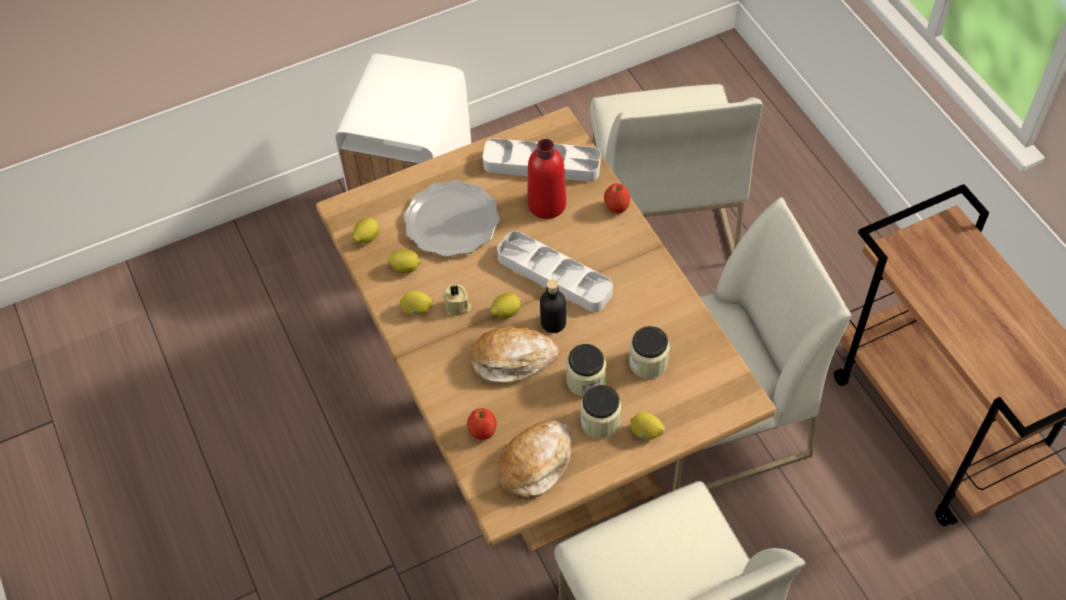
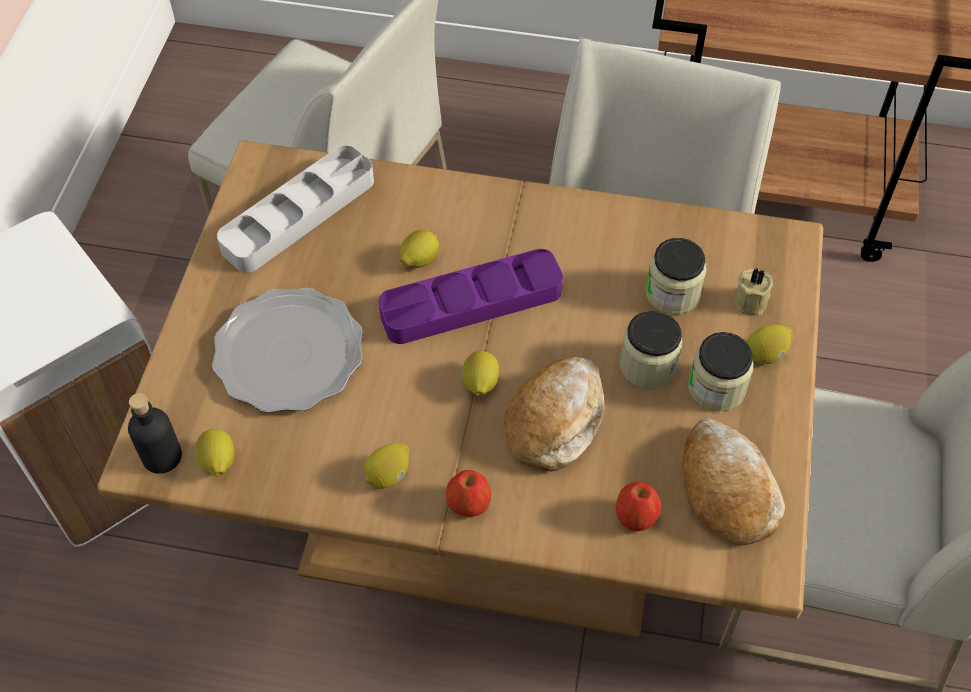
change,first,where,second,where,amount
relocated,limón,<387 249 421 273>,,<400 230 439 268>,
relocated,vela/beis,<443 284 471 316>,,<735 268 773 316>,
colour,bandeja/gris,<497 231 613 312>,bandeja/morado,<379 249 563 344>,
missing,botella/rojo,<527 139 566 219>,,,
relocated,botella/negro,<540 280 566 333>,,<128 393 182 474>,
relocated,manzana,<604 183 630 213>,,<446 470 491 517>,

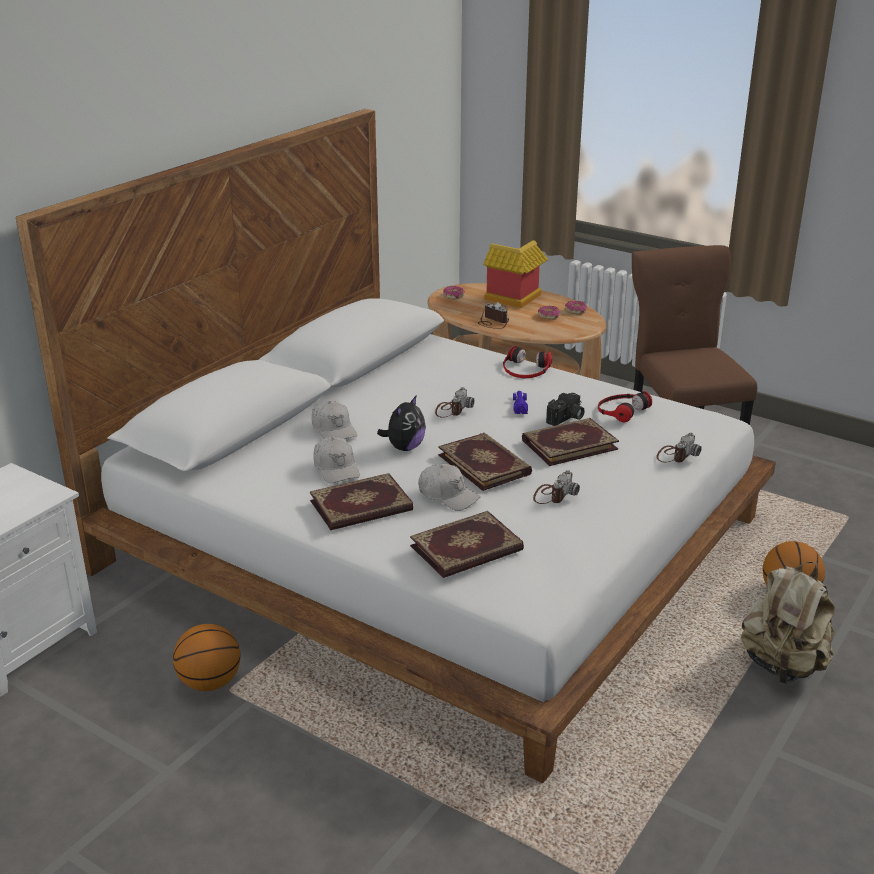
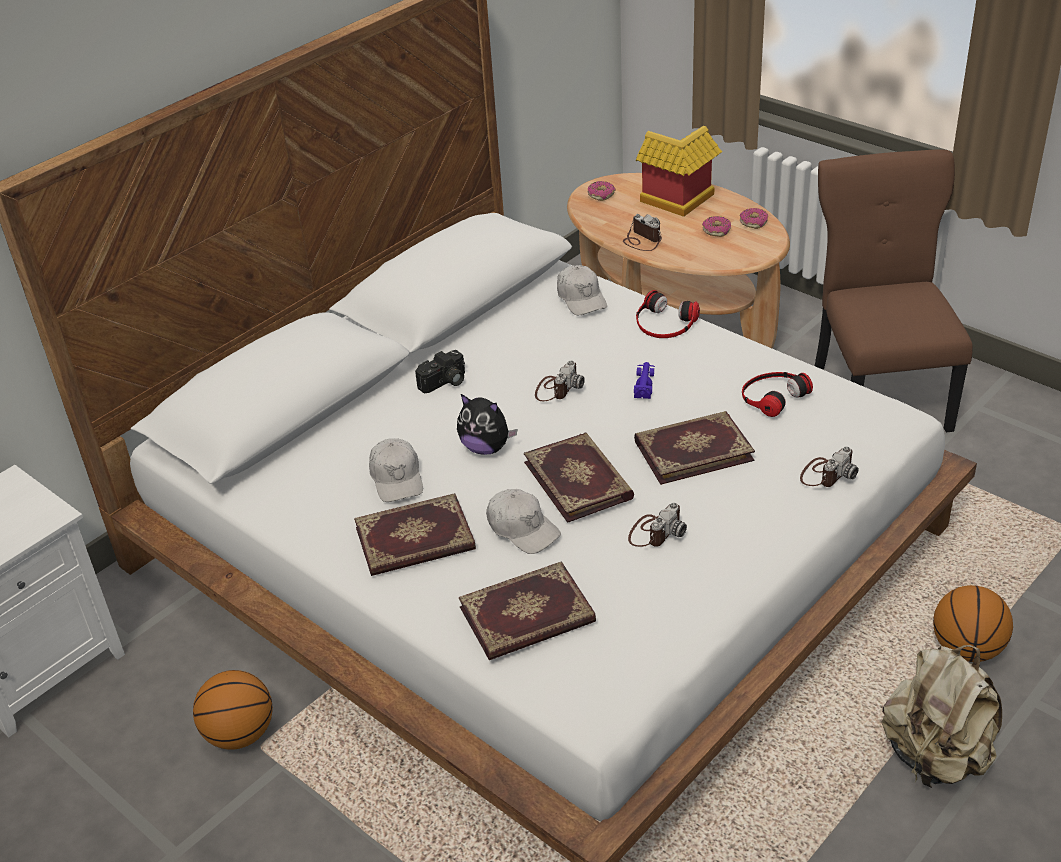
change,first,where,second,where,amount
relocated,gorra/blanco,<312 401 357 439>,,<557 265 607 315>,
spun,peluche,<377 395 426 451>,,<457 394 517 455>,75 degrees clockwise
relocated,cámara,<546 392 585 426>,,<415 350 465 394>,

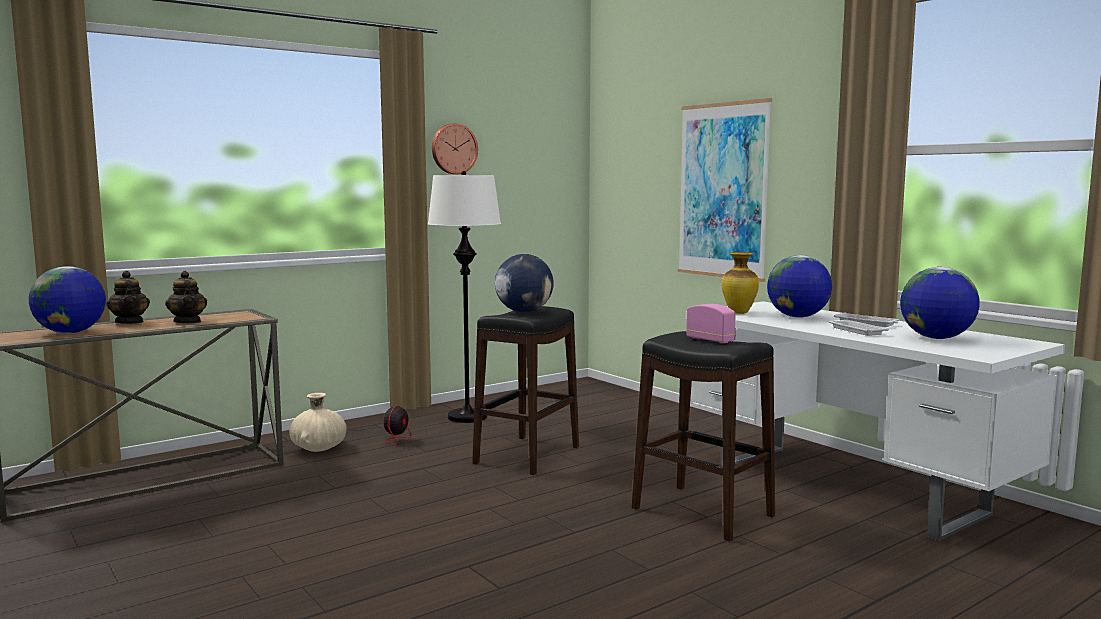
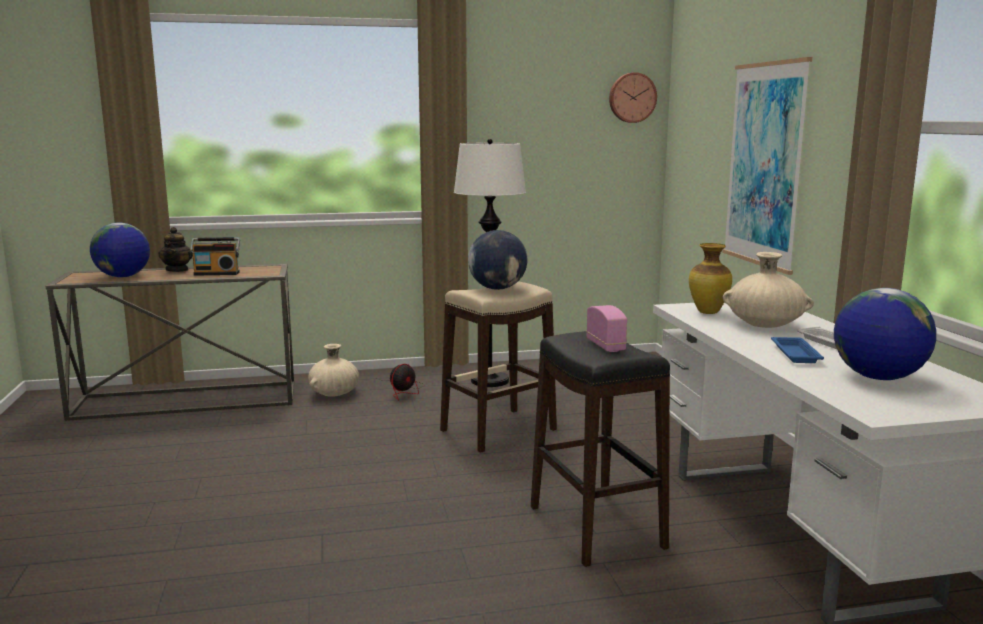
change,first,where,second,where,amount
exchanged,tetera,<165 271 207 323>,radio,<190 237 240 276>,
relocated,reloj de pared,<432 123 478 174>,,<609 72 657 123>,
colour,taburete/negro,<472 306 579 475>,taburete/beis,<440 282 557 453>,
exchanged,globo terráqueo,<767 255 832 318>,florero/beis,<723 252 814 328>,
colour,bandeja/blanco,<828 320 889 336>,bandeja/azul,<771 337 824 363>,

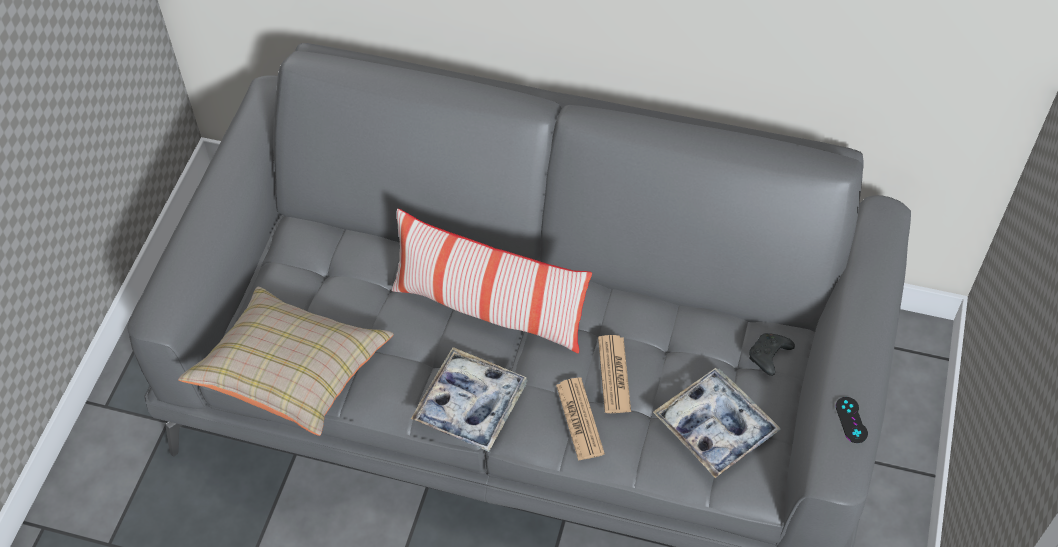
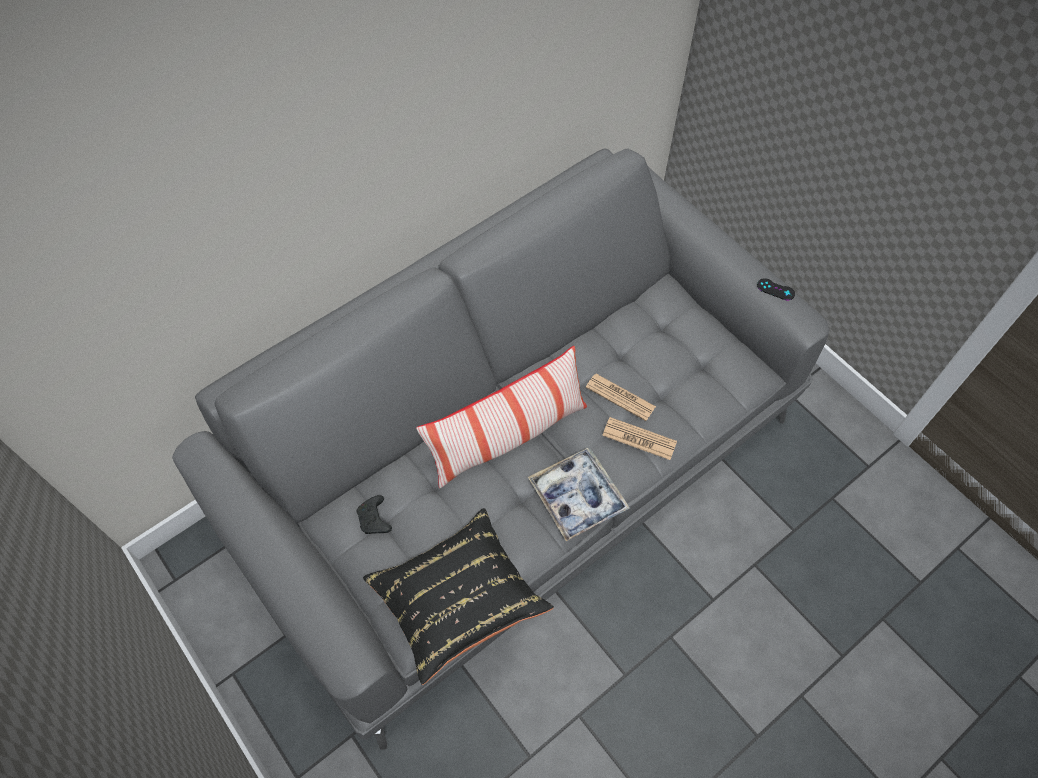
change,first,where,second,where,amount
colour,cojín/beis,<178 287 394 436>,cojín/negro,<363 508 554 685>,
missing,bandeja,<653 368 781 478>,,,
relocated,mando de consola/negro,<749 333 795 376>,,<357 495 392 534>,

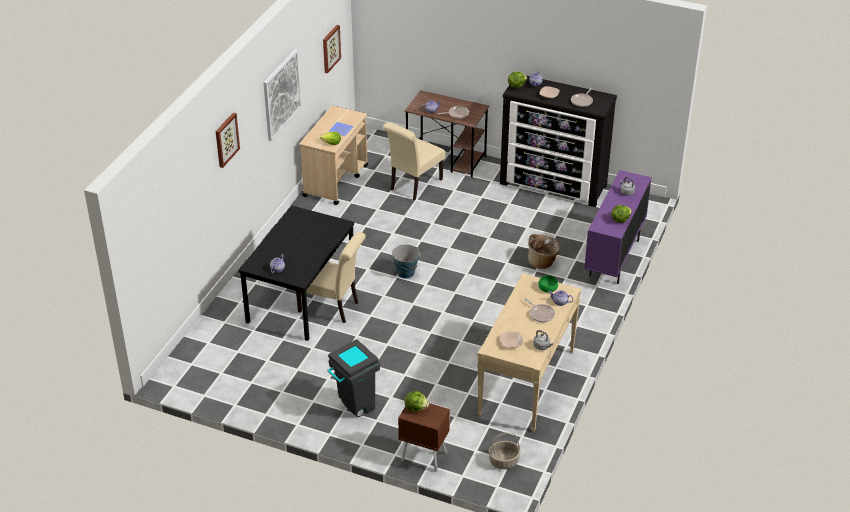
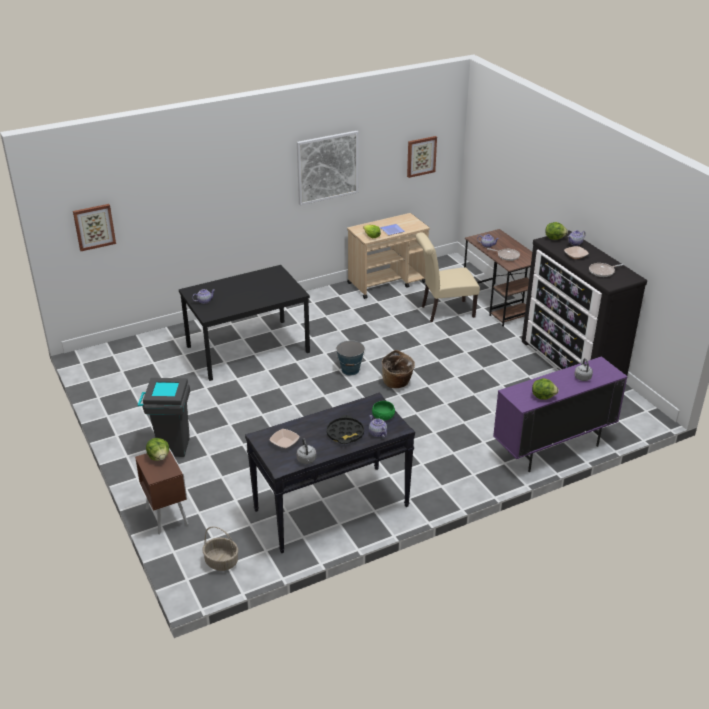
change,first,where,second,where,amount
relocated,cuadro,<216 113 240 168>,,<73 204 116 251>,
missing,silla/beis,<296 232 366 323>,,,
colour,mesa consola/beis,<477 273 581 432>,mesa consola/negro,<245 392 415 553>,
exchanged,sartén,<524 298 555 322>,bandeja/negro,<326 415 364 444>,
relocated,cesta,<528 234 560 269>,,<382 350 415 388>,

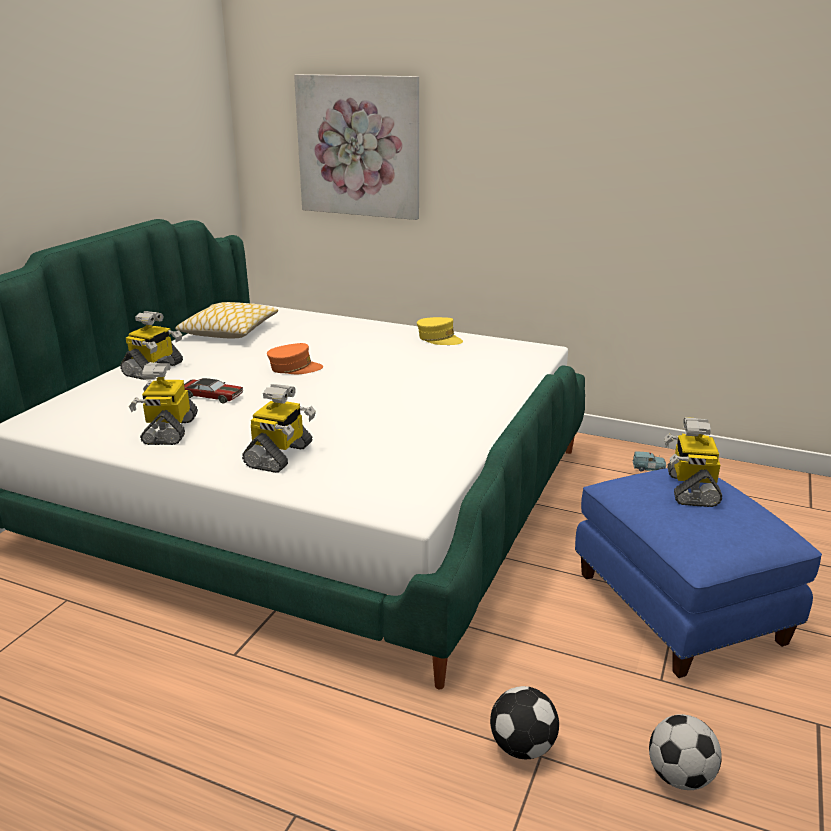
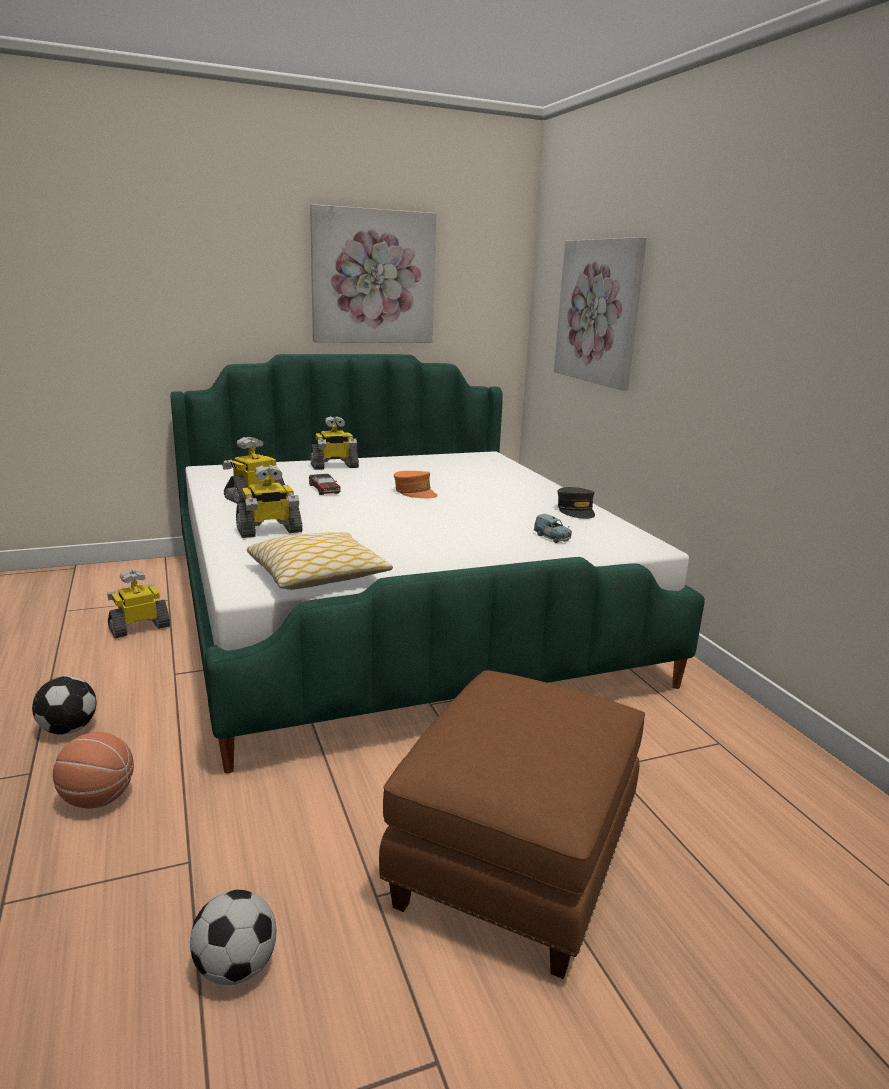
change,first,where,second,where,amount
relocated,cojín,<175 302 278 338>,,<247 532 393 590>,
colour,gorra/amarillo,<417 317 463 345>,gorra/gris,<558 487 595 519>,
relocated,balón de fútbol,<490 686 559 759>,,<32 676 96 735>,
colour,puf/azul,<575 468 822 678>,puf/marrón,<379 670 645 979>,
relocated,coche de juguete/azul,<633 452 666 472>,,<533 514 572 543>,
relocated,robot de juguete,<664 417 722 507>,,<107 569 170 638>,
appeared,,,balón de baloncesto,<53 732 134 809>,
appeared,,,cuadro,<310 204 437 343>,

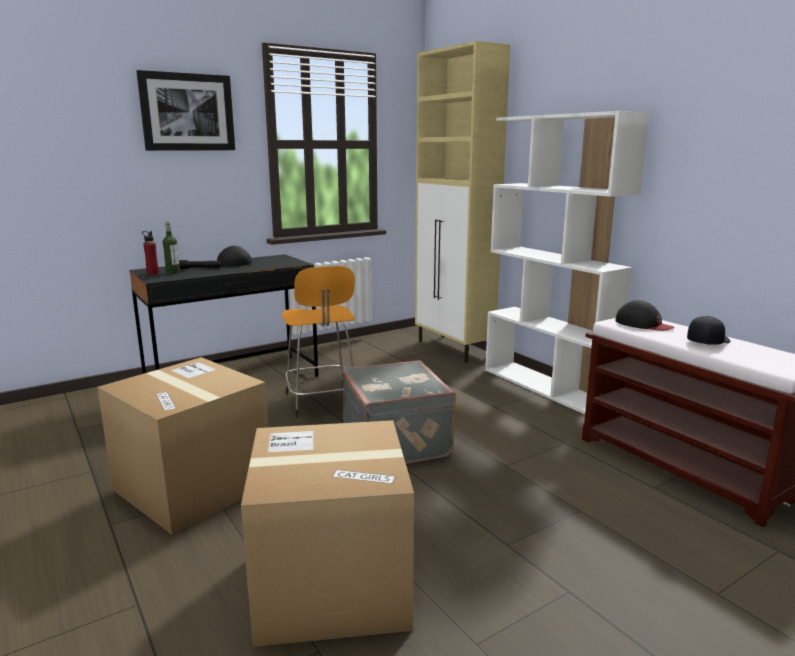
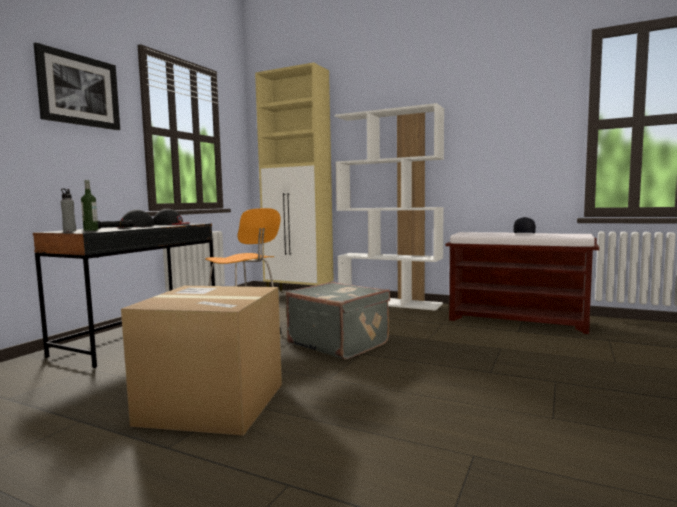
change,first,where,second,where,amount
colour,botella/rojo,<142 231 159 275>,botella/gris,<61 188 76 232>,
missing,caja de cartón,<241 420 414 647>,,,
relocated,gorra/negro,<615 300 675 331>,,<153 209 190 225>,

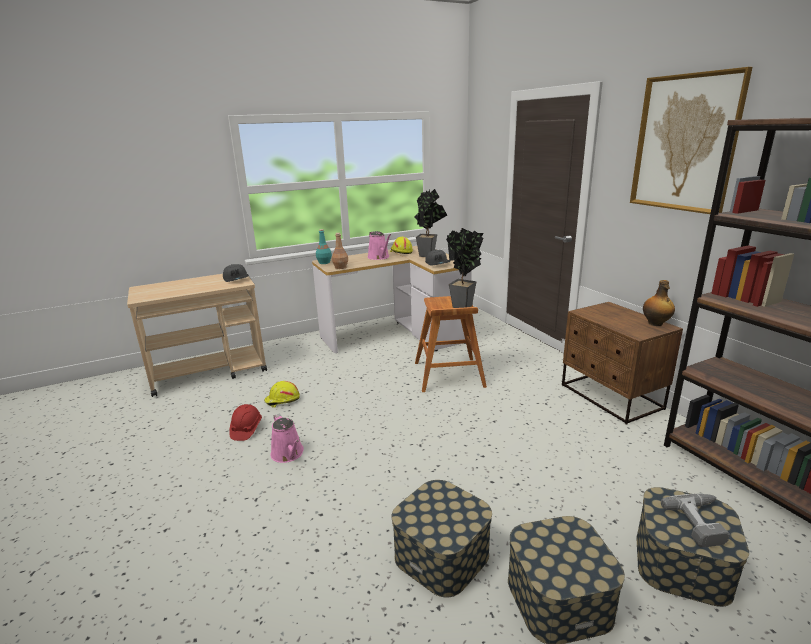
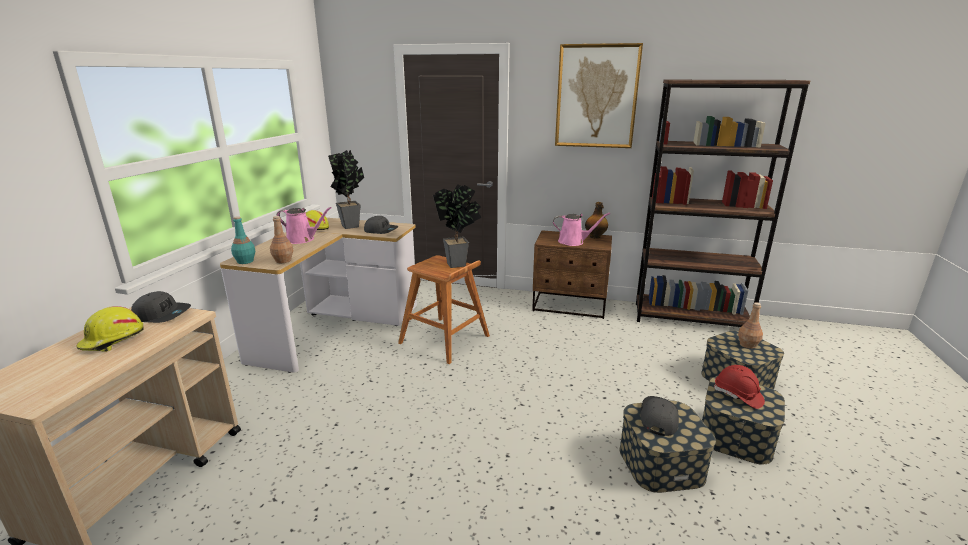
change,first,where,second,where,amount
relocated,casco/rojo,<229 404 262 441>,,<714 365 765 409>,
relocated,casco/amarillo,<264 381 300 408>,,<76 306 144 352>,
relocated,regadera/rosa,<271 414 304 463>,,<553 212 610 246>,
exchanged,taladro,<661 494 730 547>,botella/marrón,<738 302 763 349>,
appeared,,,gorra/gris,<640 396 679 436>,

